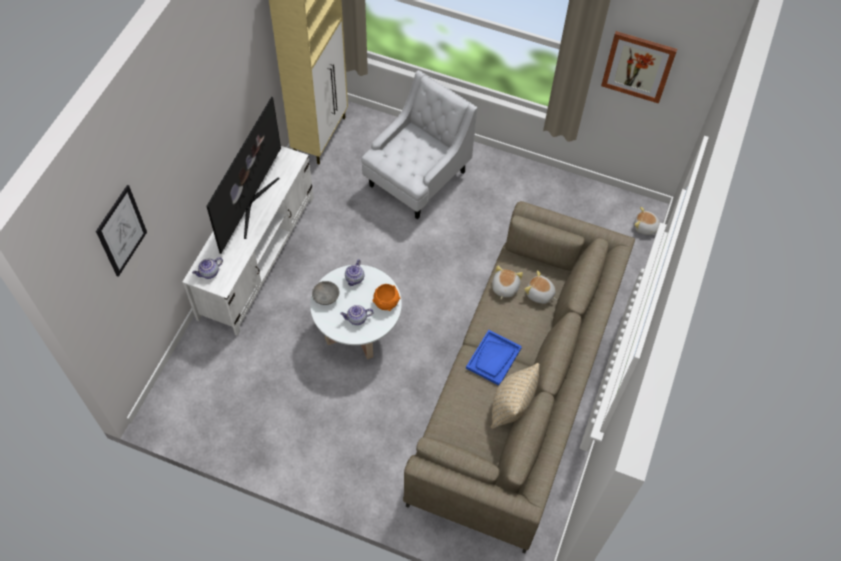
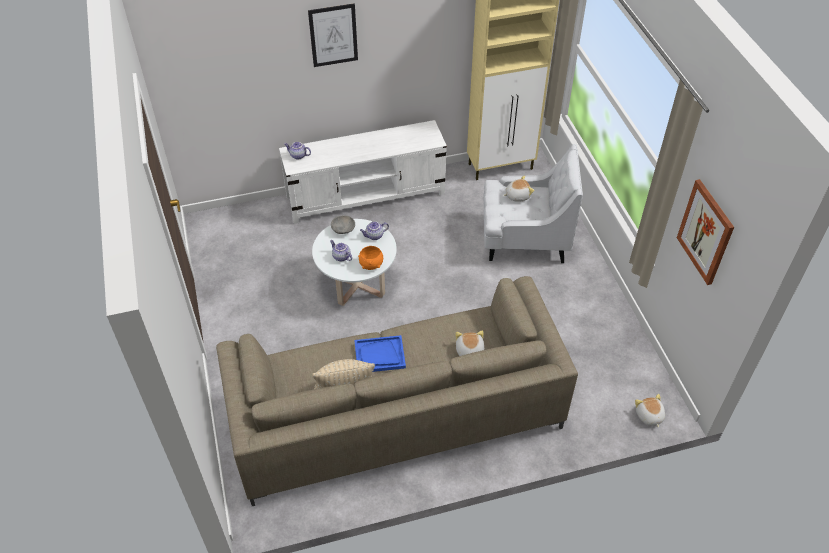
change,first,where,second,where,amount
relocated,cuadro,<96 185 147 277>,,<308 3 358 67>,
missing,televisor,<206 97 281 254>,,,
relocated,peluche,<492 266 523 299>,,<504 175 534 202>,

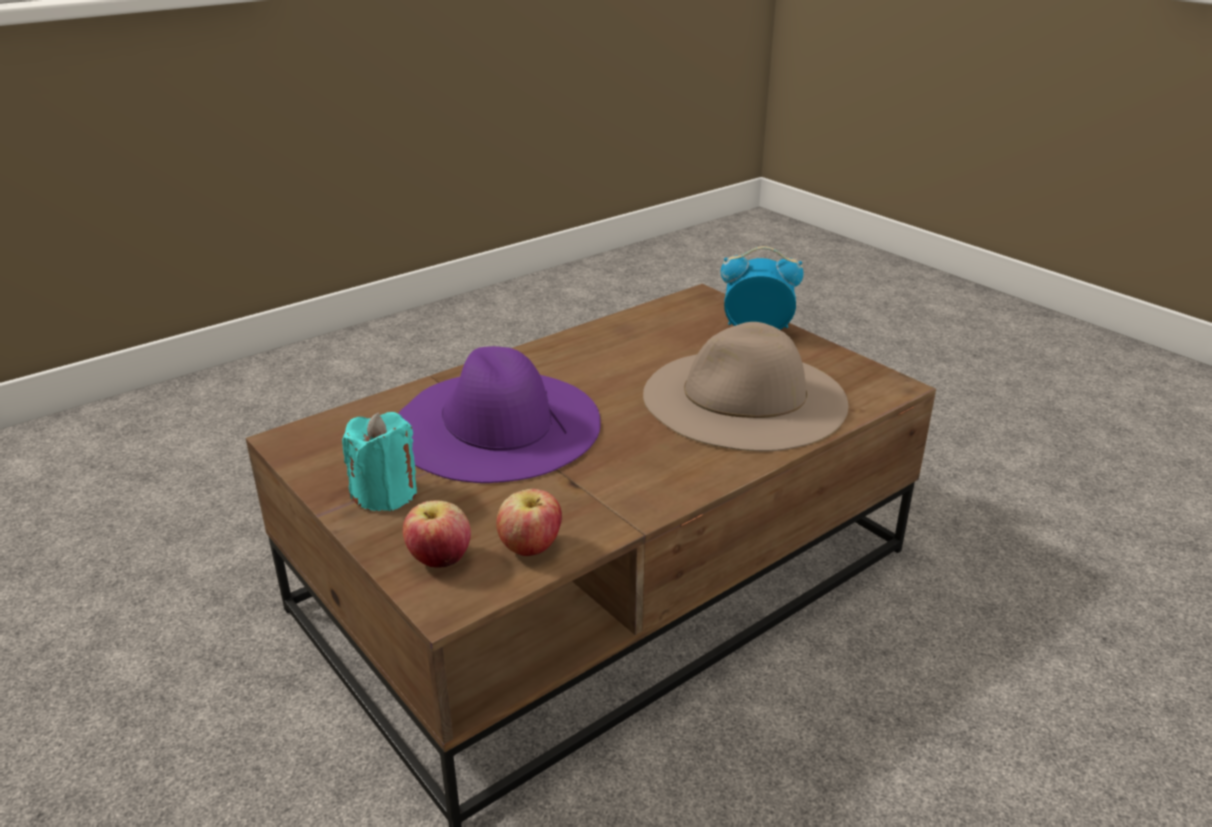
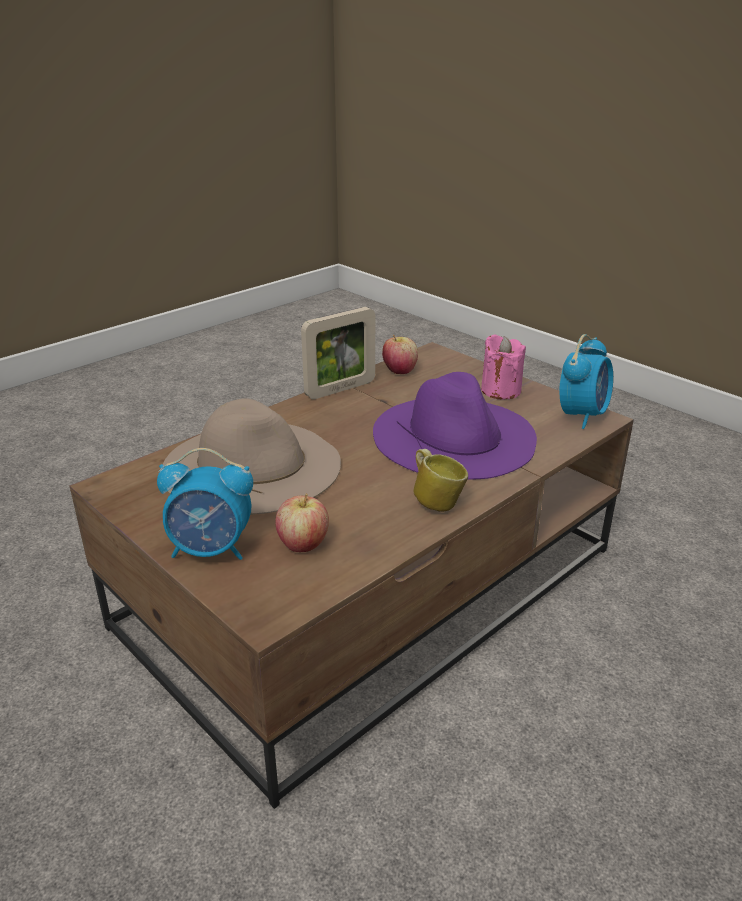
change,first,where,second,where,amount
colour,vela/turquesa,<342 412 417 511>,vela/rosa,<481 334 526 399>,
relocated,manzana,<403 500 471 567>,,<276 494 329 552>,
appeared,,,portarretratos,<301 307 375 399>,
appeared,,,taza grande,<413 449 468 512>,
appeared,,,despertador,<559 334 613 429>,

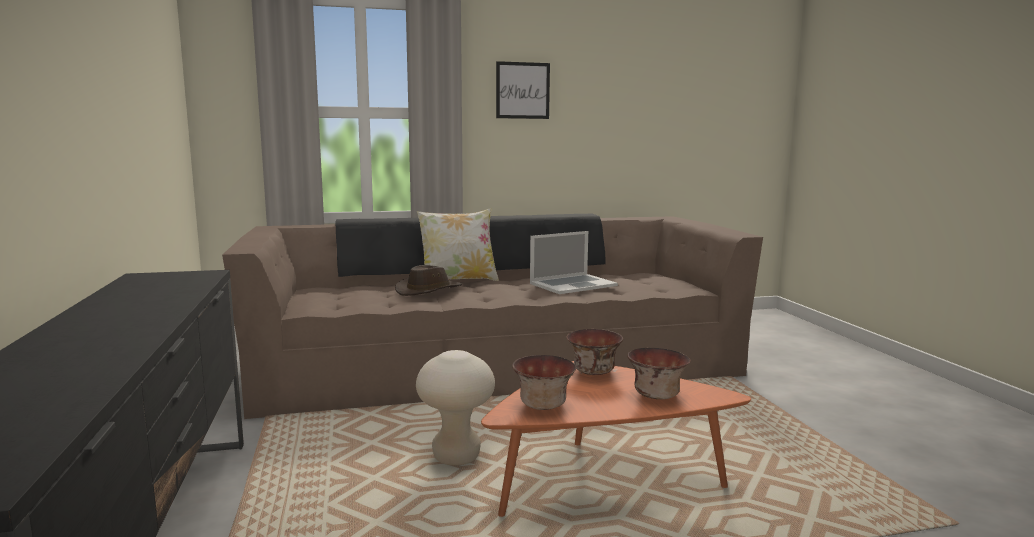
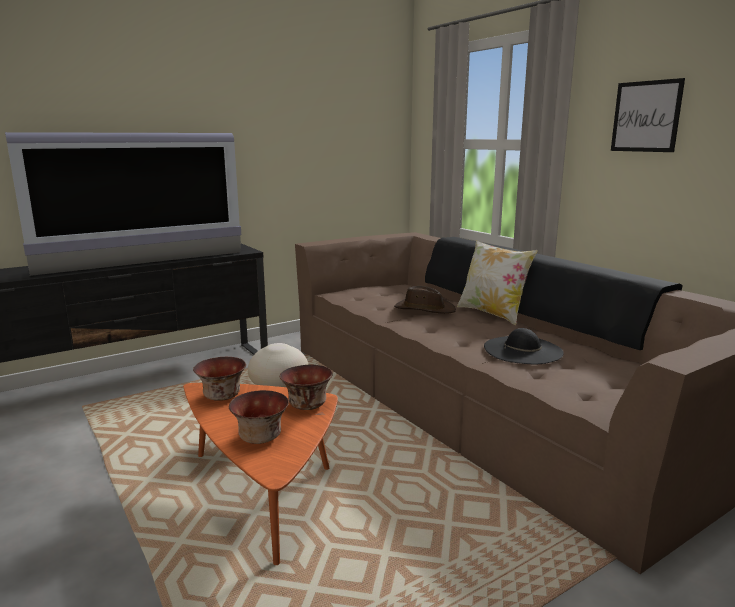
change,first,where,second,where,amount
exchanged,portátil,<530 231 618 294>,sombrero/negro,<484 328 564 364>,
appeared,,,televisor,<5 132 241 276>,

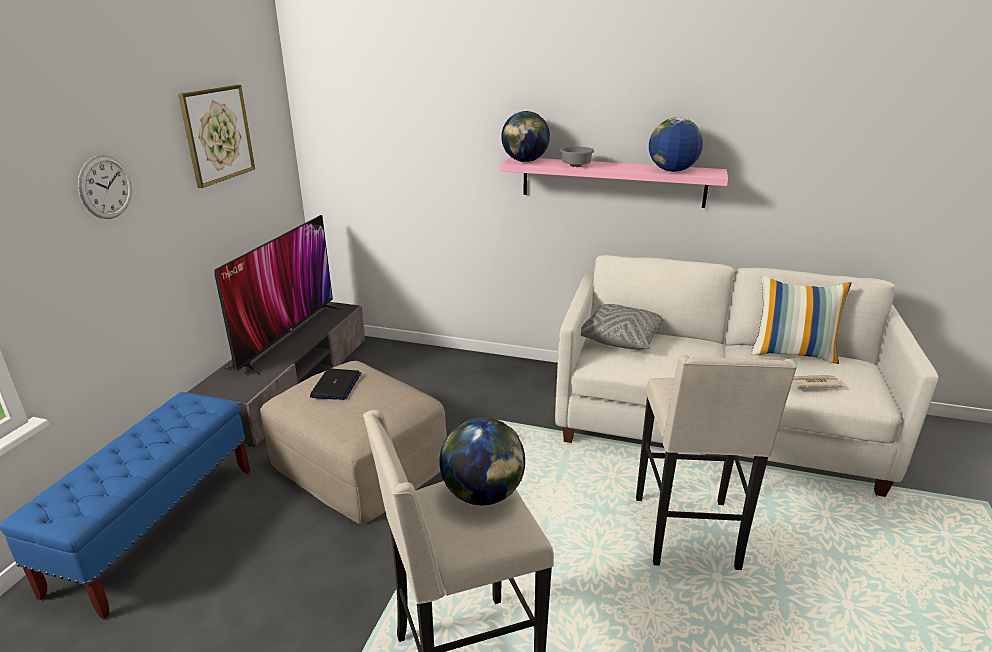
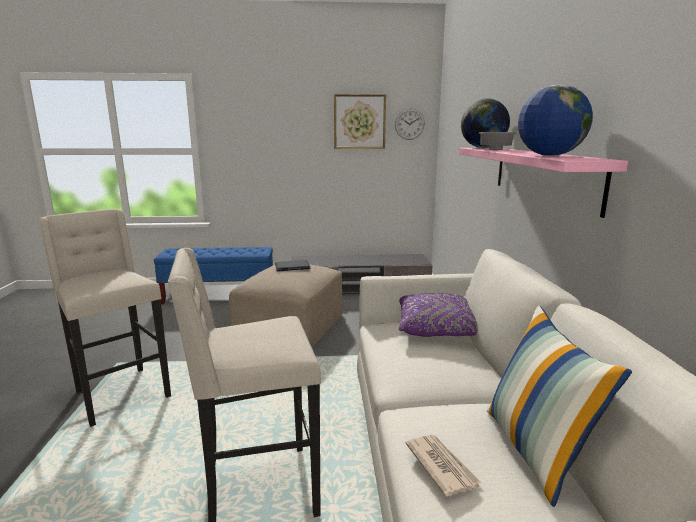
change,first,where,second,where,amount
relocated,reloj de pared,<78 155 132 219>,,<395 108 425 140>,
missing,televisor,<215 215 342 376>,,,
missing,globo terráqueo,<439 417 525 505>,,,
colour,cojín/gris,<581 304 664 350>,cojín/morado,<399 293 477 337>,

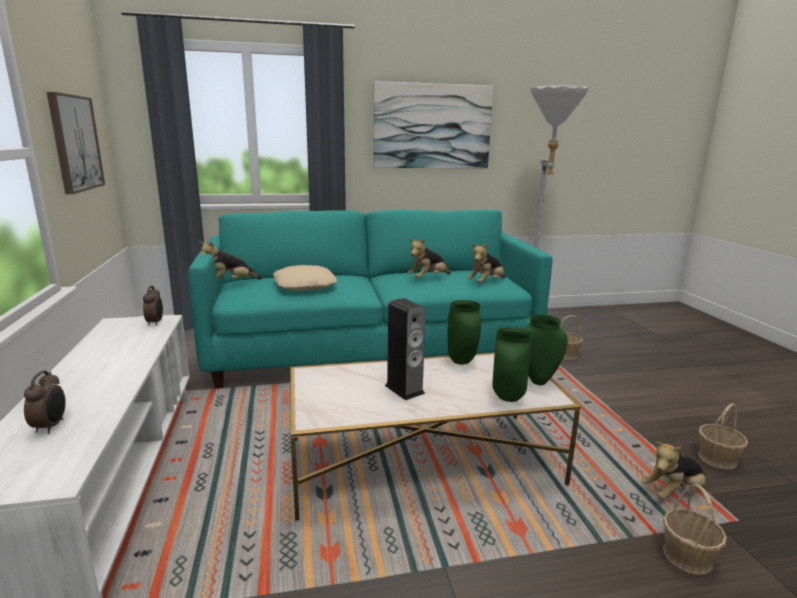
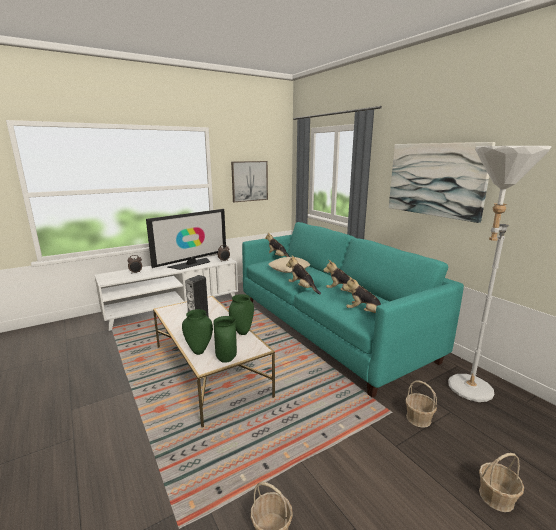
change,first,where,second,where,amount
relocated,peluche,<642 441 706 499>,,<286 255 321 294>,
relocated,cesta,<663 484 727 575>,,<479 453 524 512>,
appeared,,,televisor,<146 209 226 270>,

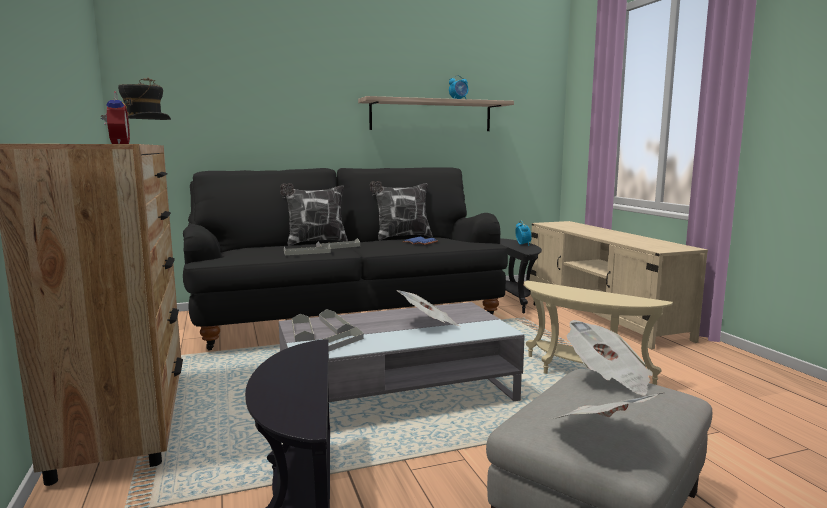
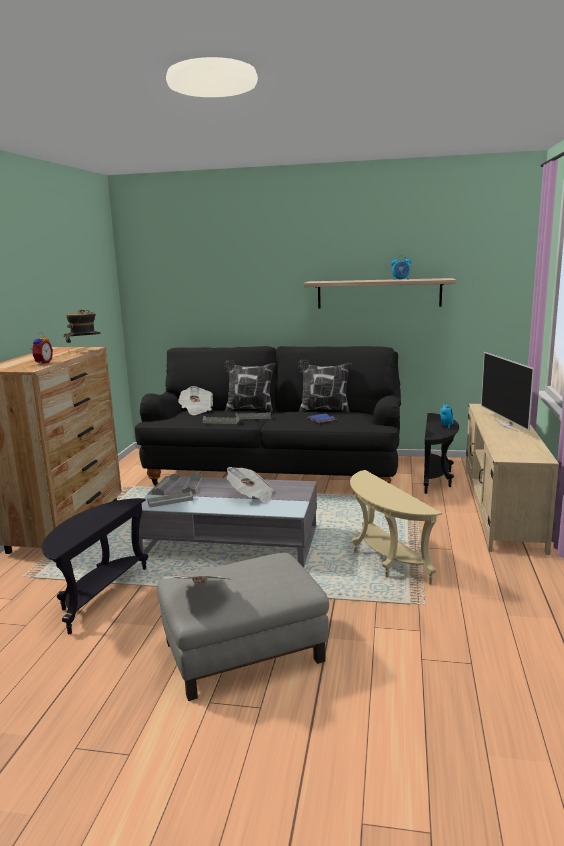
change,first,where,second,where,amount
relocated,periódico,<567 320 653 396>,,<178 386 213 415>,
appeared,,,televisor,<481 352 534 432>,

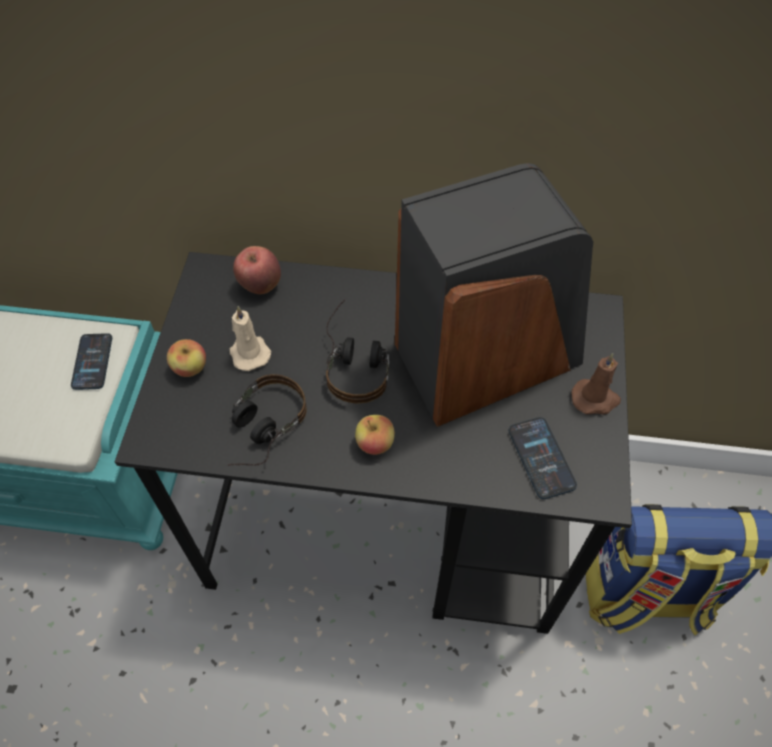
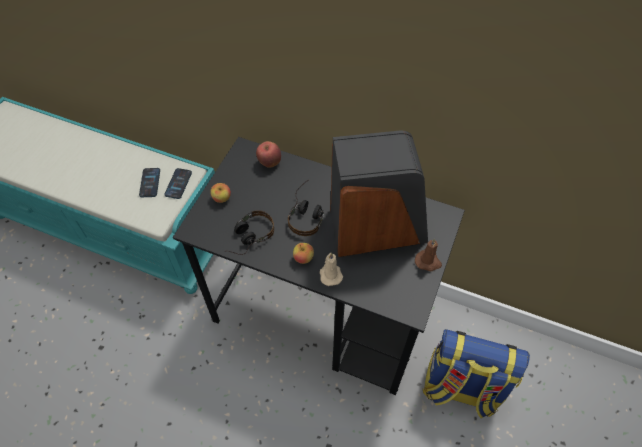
change,first,where,second,where,amount
relocated,vela/beis,<230 306 271 371>,,<320 252 343 286>,
relocated,móvil,<509 417 577 499>,,<139 168 160 197>,

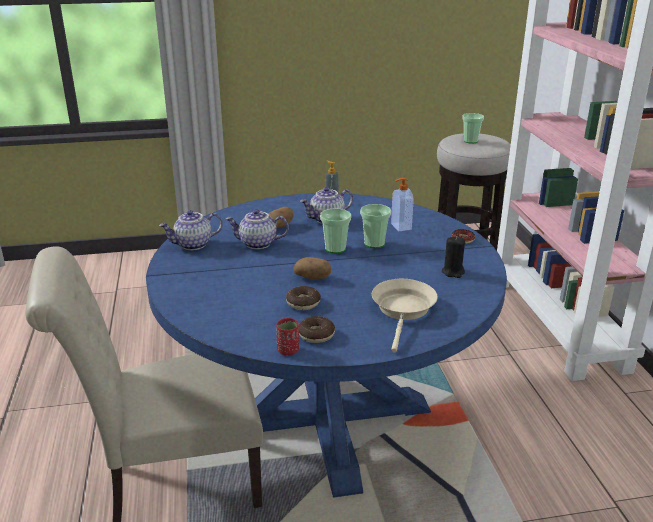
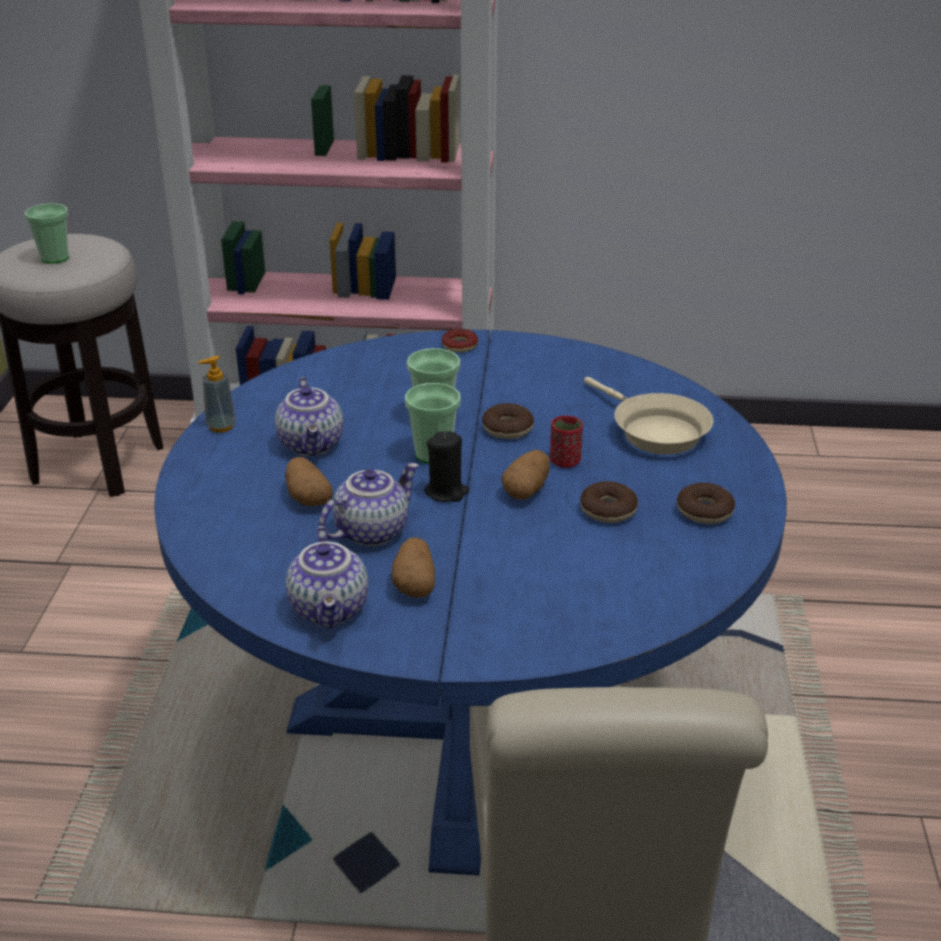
change,first,where,second,where,amount
spun,tetera,<225 209 289 249>,,<319 463 419 546>,150 degrees counterclockwise
relocated,taza/rojo,<276 318 299 356>,,<550 416 583 468>,
spun,sartén/beis,<372 279 438 353>,,<584 377 713 454>,150 degrees counterclockwise
missing,dispensador de jabón,<391 178 414 231>,,,
relocated,vela/negro,<442 236 465 278>,,<424 431 469 502>,
appeared,,,patata,<392 537 435 598>,
appeared,,,rosquilla,<482 403 534 439>,

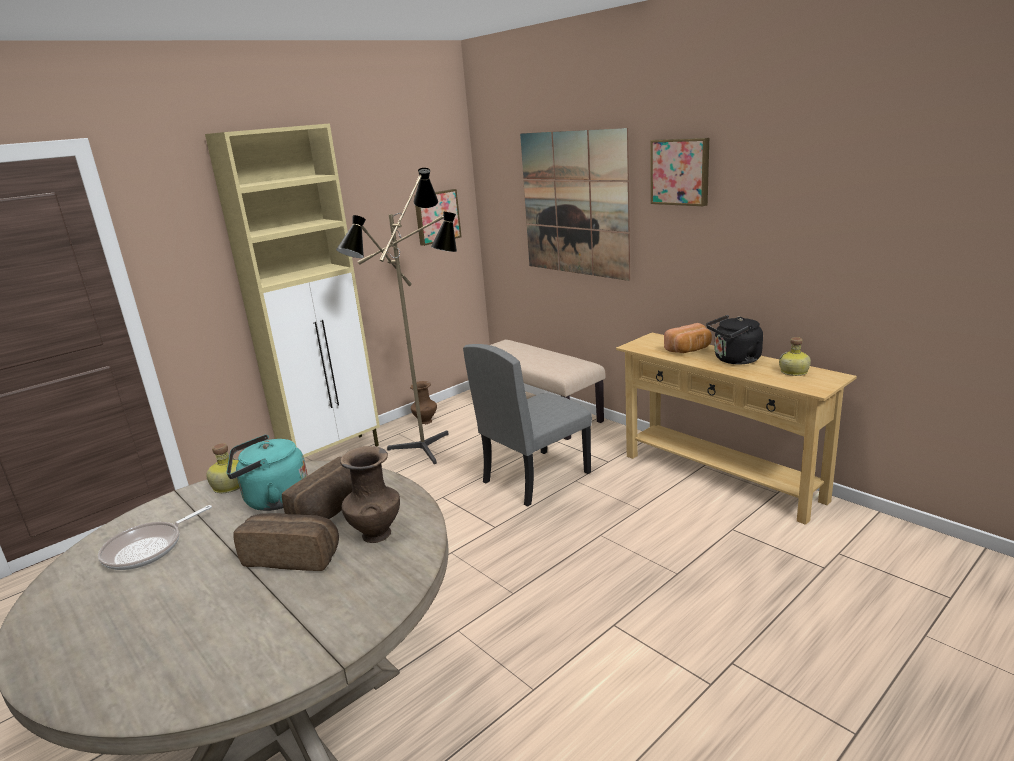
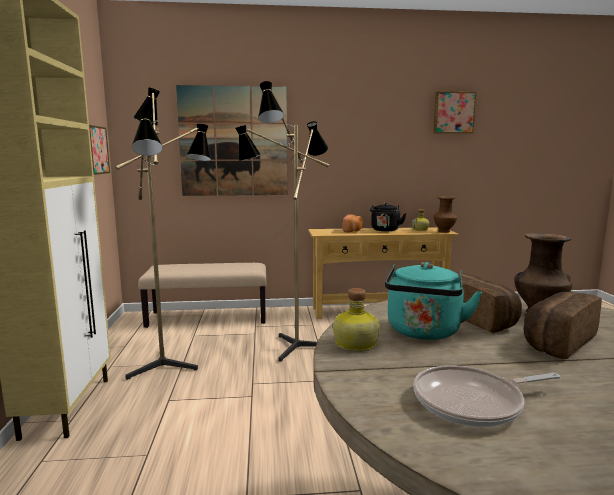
change,first,where,second,where,amount
spun,sartén,<98 505 212 570>,,<414 365 560 427>,90 degrees clockwise
relocated,florero/marrón,<410 381 437 424>,,<434 196 457 232>,
exchanged,silla/gris,<463 344 592 507>,lámpara de pie,<235 81 329 362>,
relocated,cuadro,<650 138 709 206>,,<433 91 477 134>,

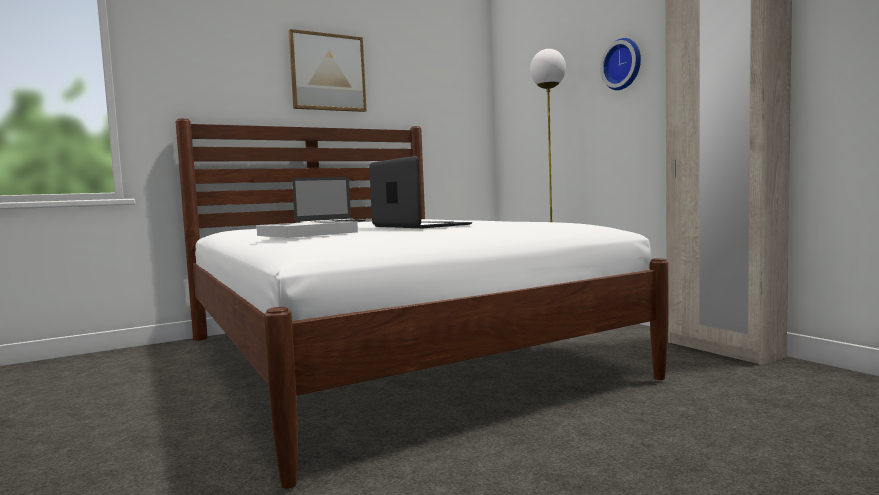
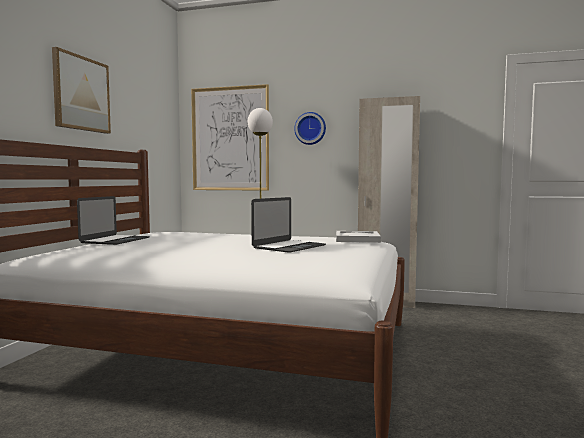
change,first,where,second,where,amount
relocated,bandeja/blanco,<256 221 358 238>,,<336 231 381 243>,
spun,portátil,<369 156 472 228>,,<251 197 326 253>,120 degrees clockwise
appeared,,,cuadro,<191 84 269 191>,

